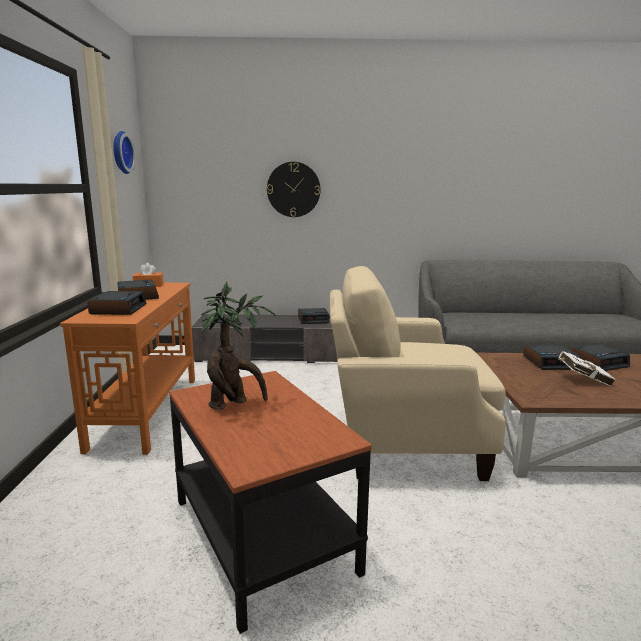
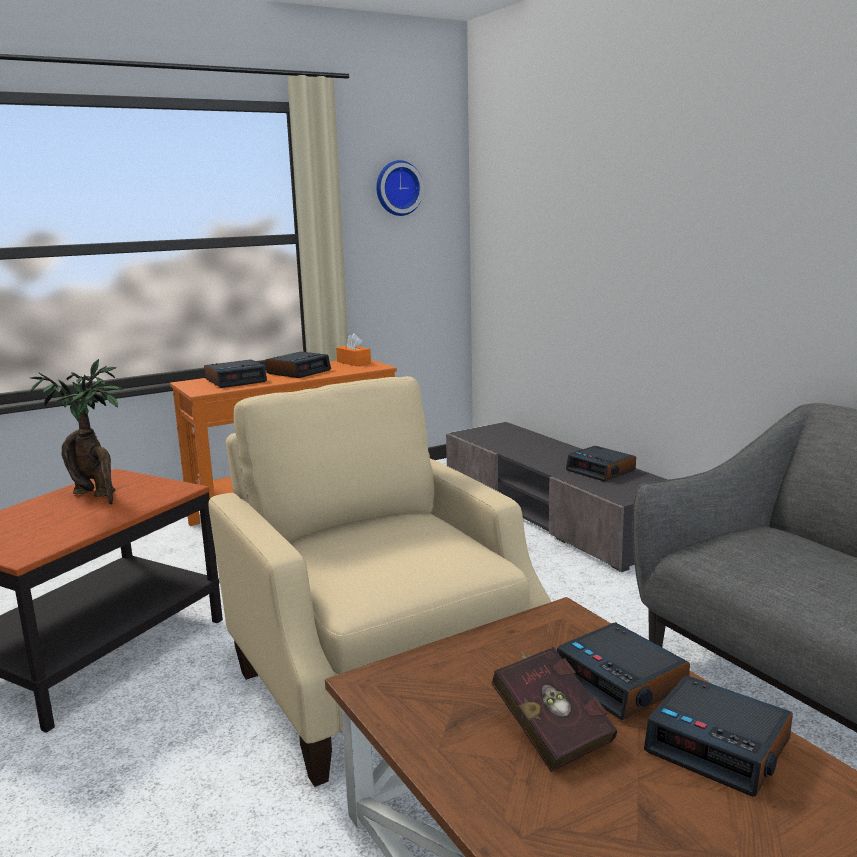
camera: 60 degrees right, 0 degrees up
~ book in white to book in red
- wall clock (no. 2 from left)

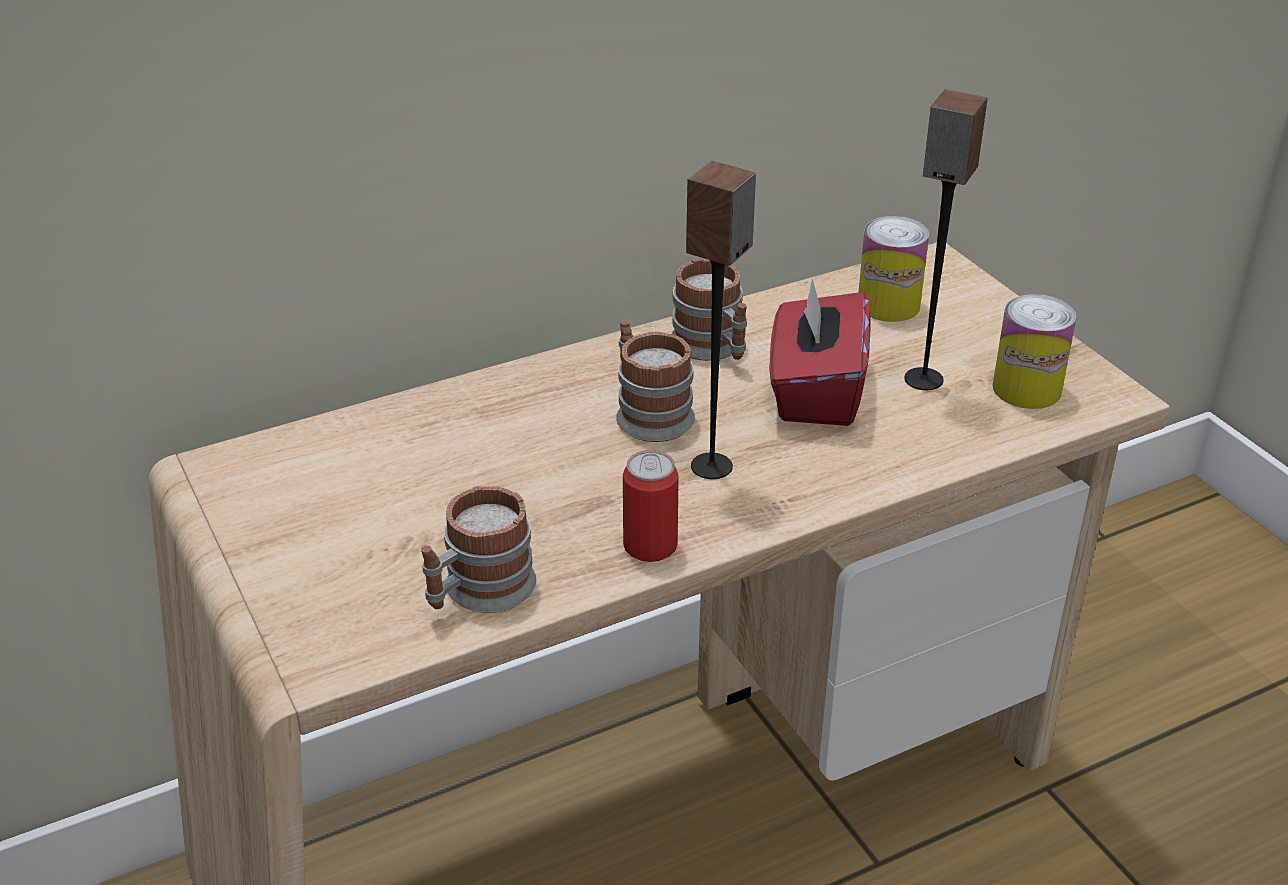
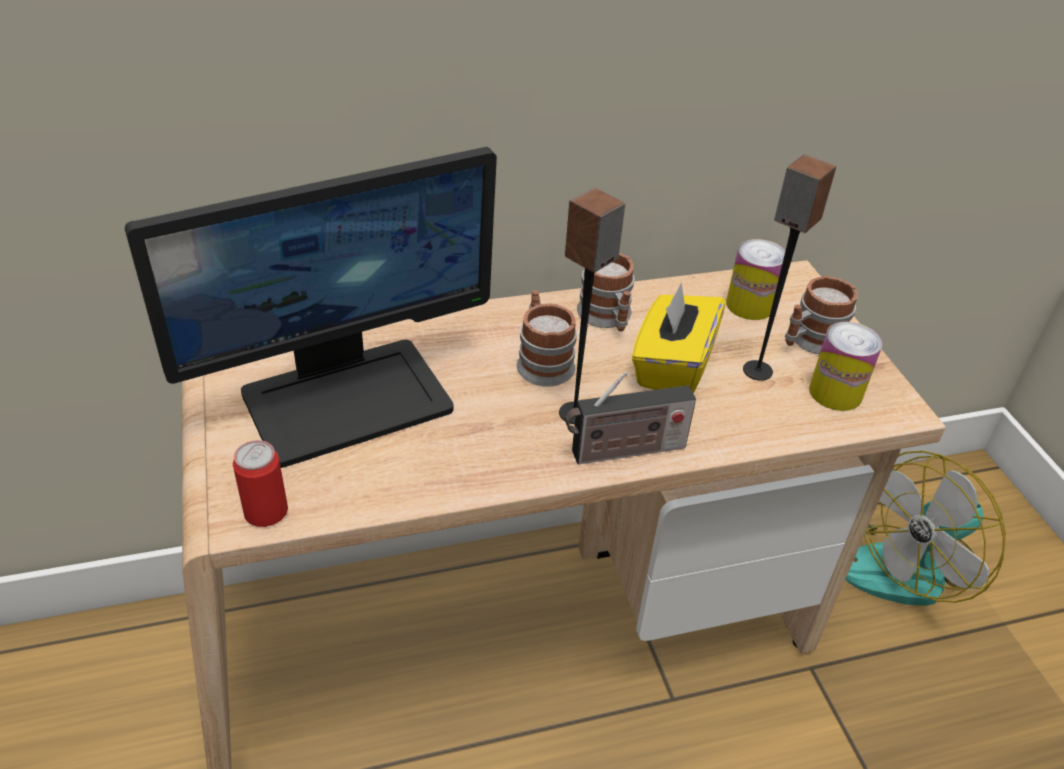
camera: 10 degrees right, 5 degrees up
+ monitor
~ can (no. 1 from left)
+ radio
~ tissue box in red to tissue box in yellow
~ mug (no. 1 from left in the first image) to mug (no. 3 from left)
+ fan

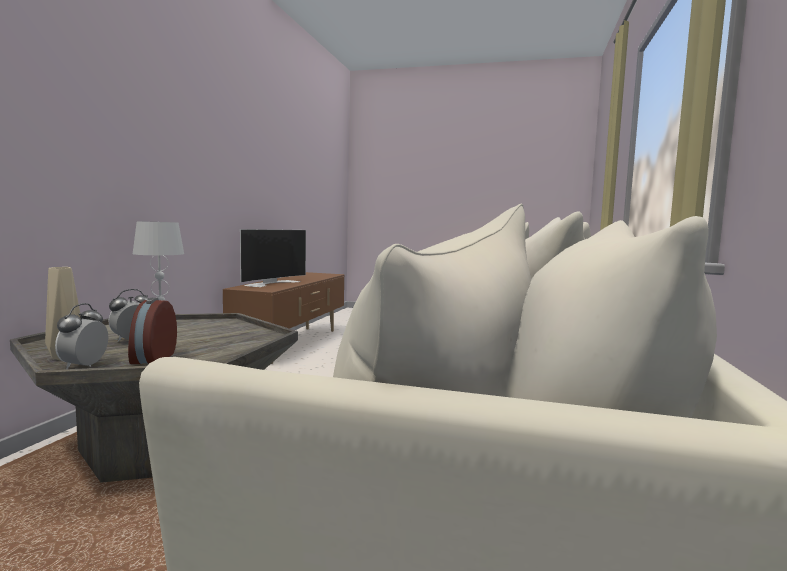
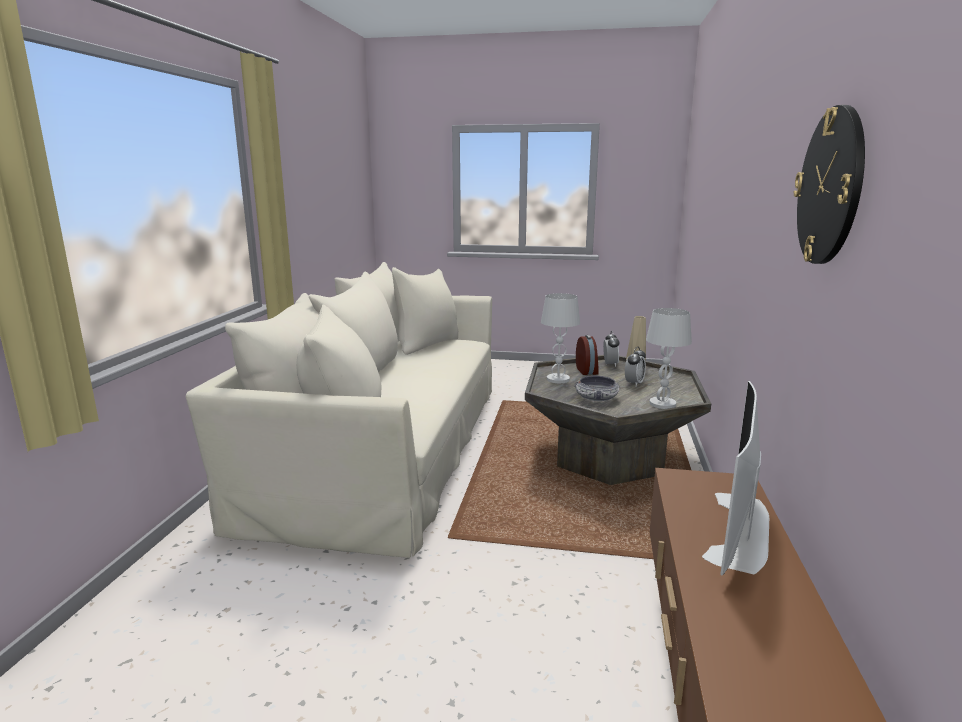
camera: 175 degrees right, 10 degrees up
+ table lamp in white (no. 1 from left)
+ bowl
+ wall clock

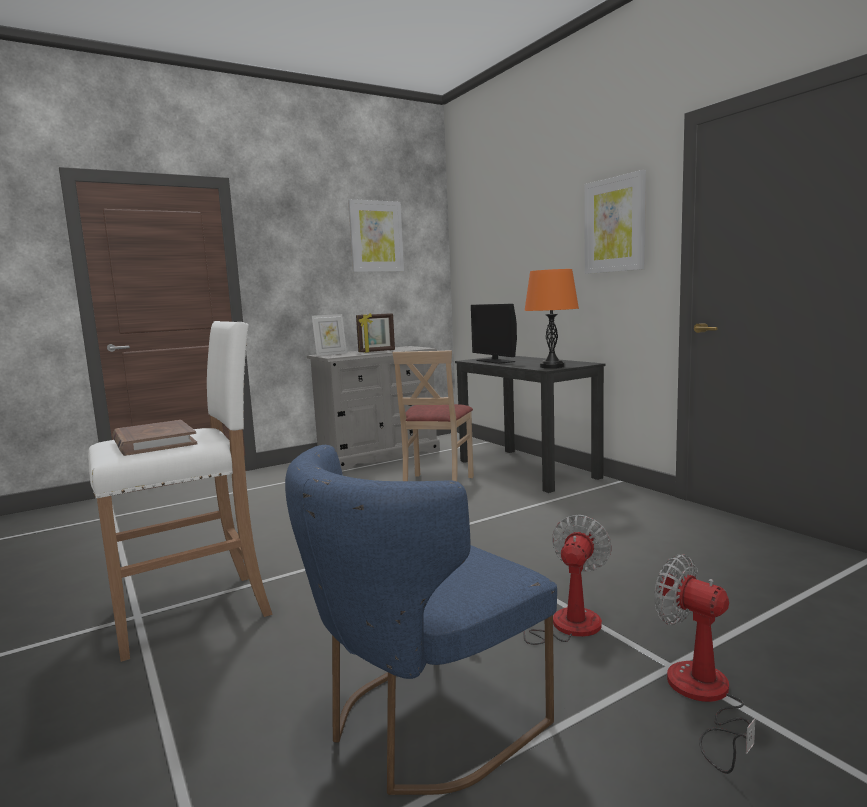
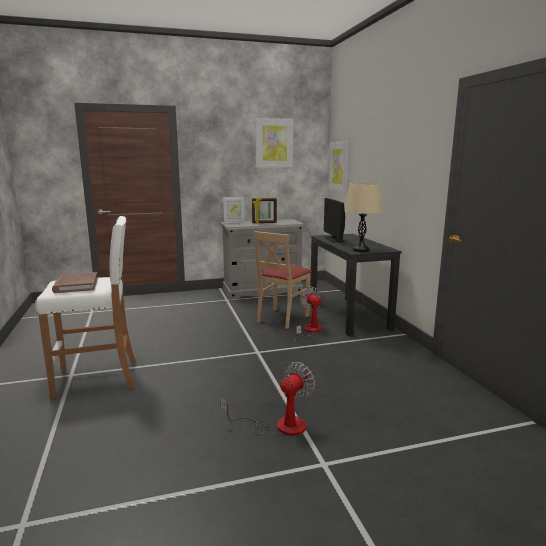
camera: 15 degrees right, 5 degrees up
~ fan (no. 2 from left)
~ picture (no. 2 from left)
~ table lamp in orange to table lamp in beige
- chair in blue

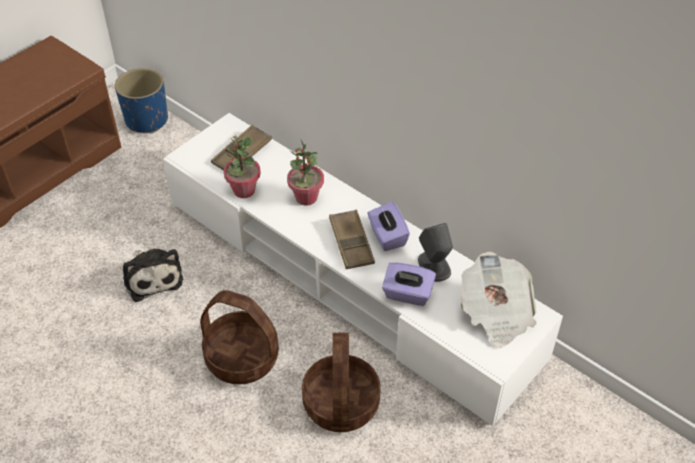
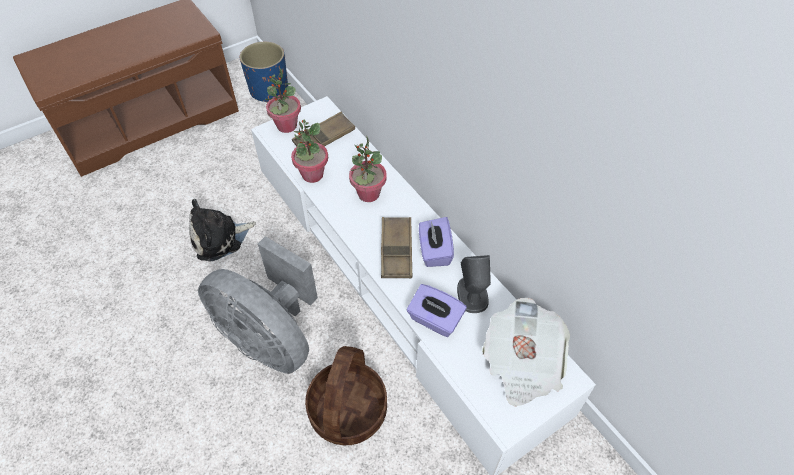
camera: 15 degrees right, 5 degrees up
~ plush toy 75 degrees clockwise
~ basket (no. 1 from left) to fan in grey
+ potted plant (no. 1 from left)

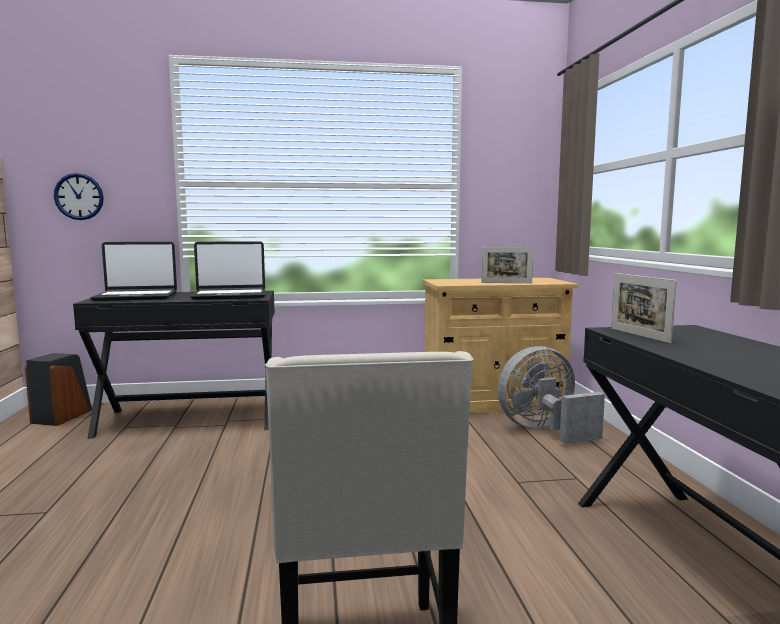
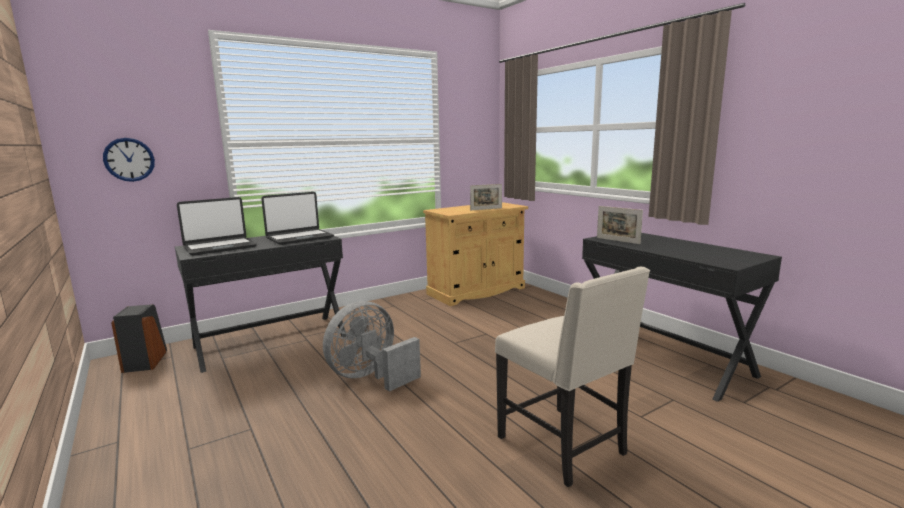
camera: 25 degrees left, 5 degrees up
~ fan in grey

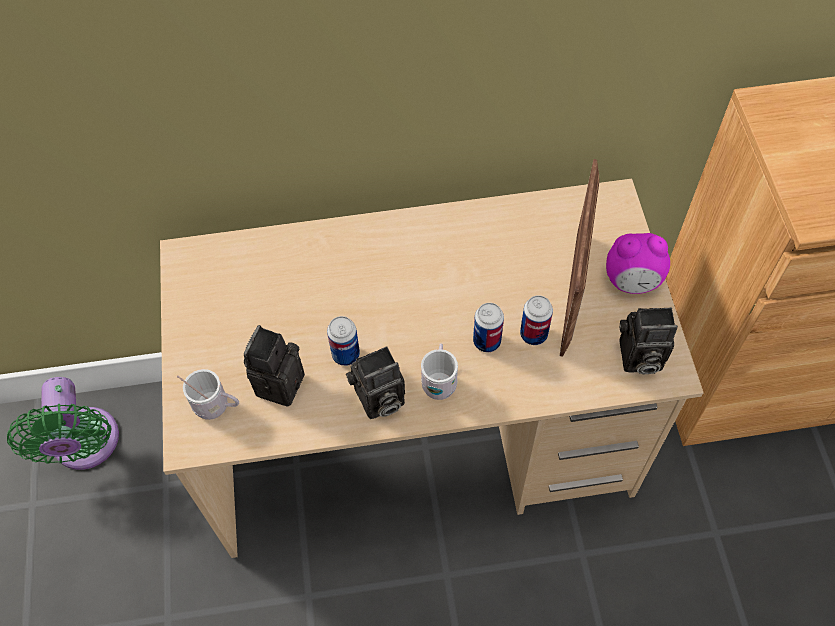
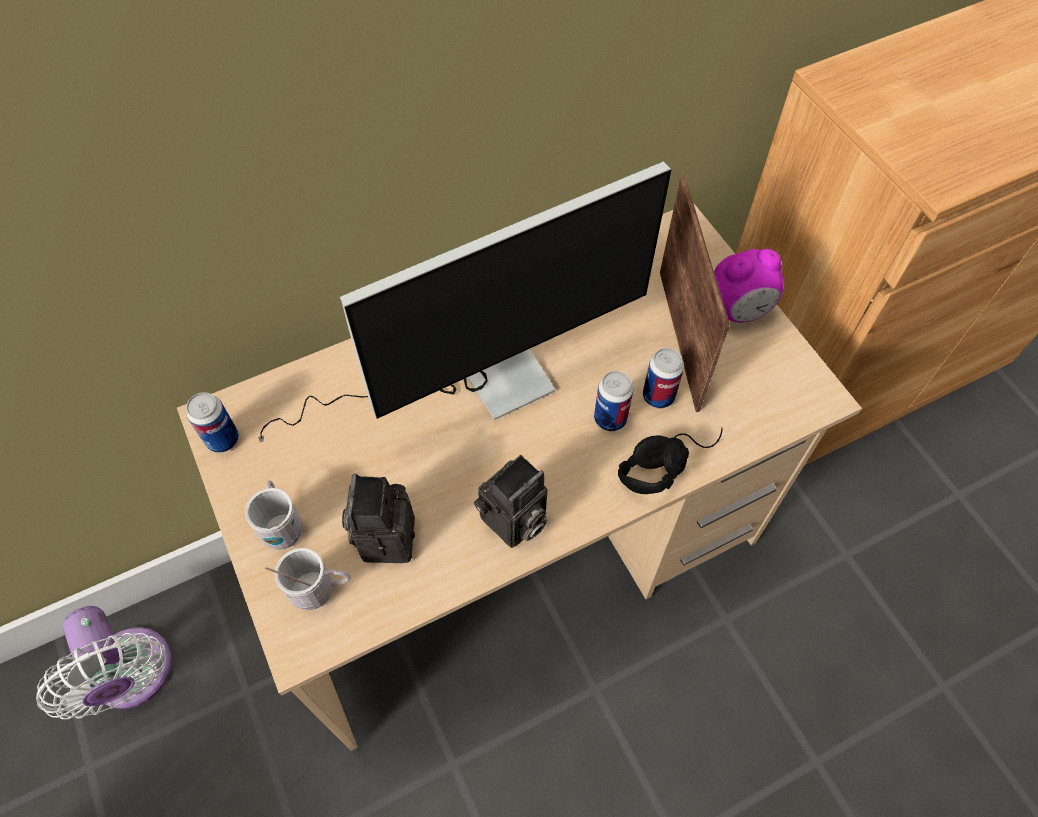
camera: 20 degrees left, 0 degrees up
~ fan in green to fan in white
~ can (no. 1 from left)
~ mug in white (no. 2 from left in the first image) to mug in white (no. 1 from left)
+ monitor
+ headphones in black
- photo camera (no. 3 from left)

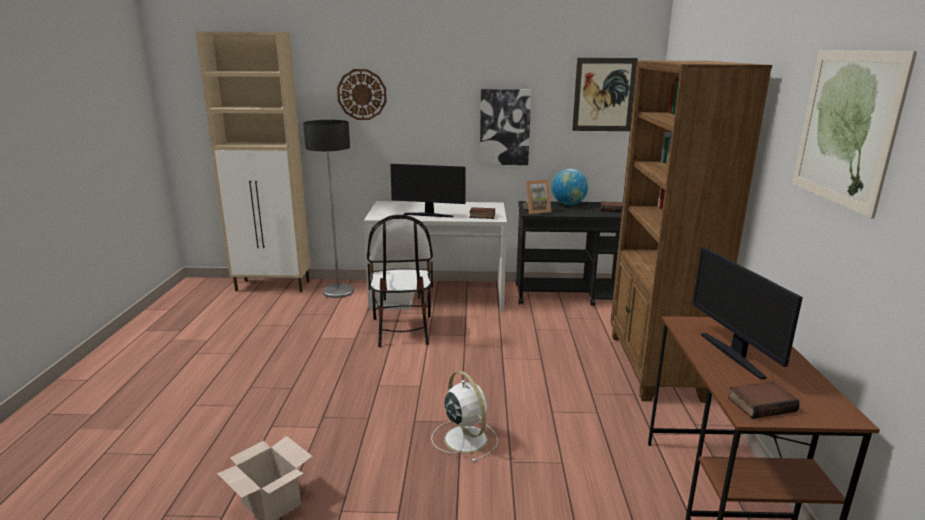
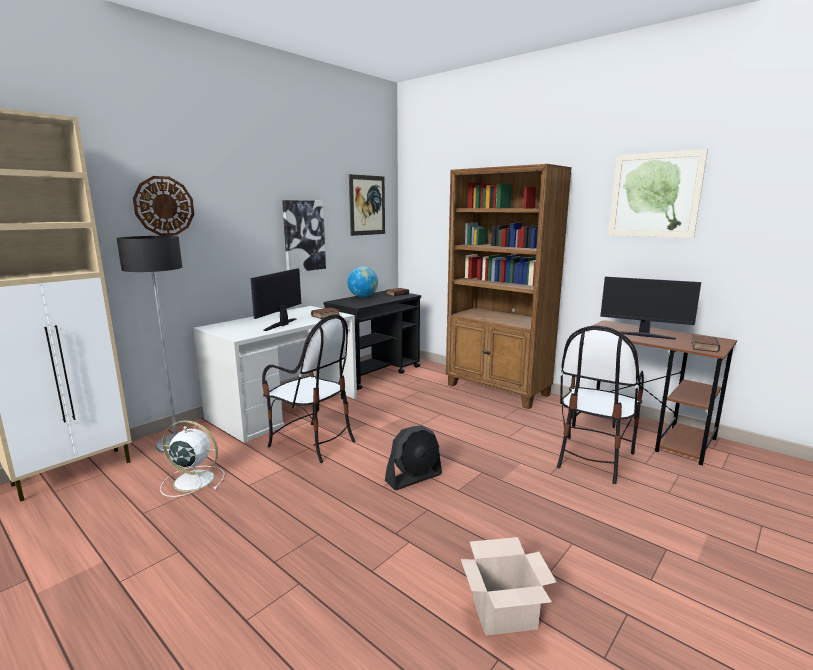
camera: 50 degrees left, 5 degrees down
~ fan in white
~ monitor (no. 1 from left) 150 degrees clockwise
+ fan in black
+ chair (no. 2 from left)
- picture frame

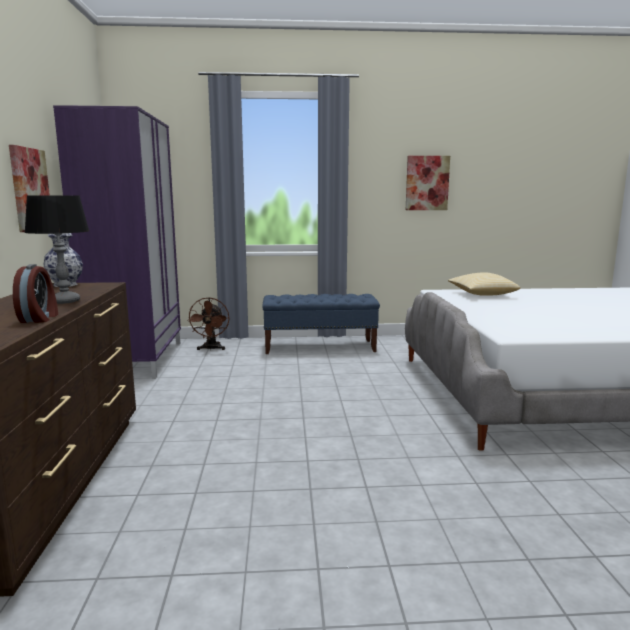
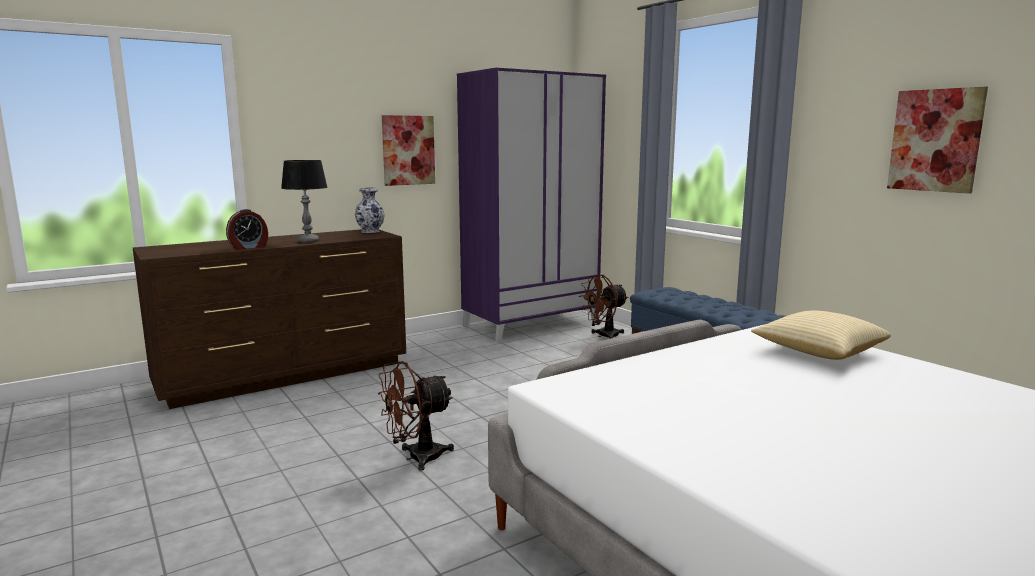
camera: 60 degrees right, 0 degrees up
+ fan in brown (no. 1 from left)

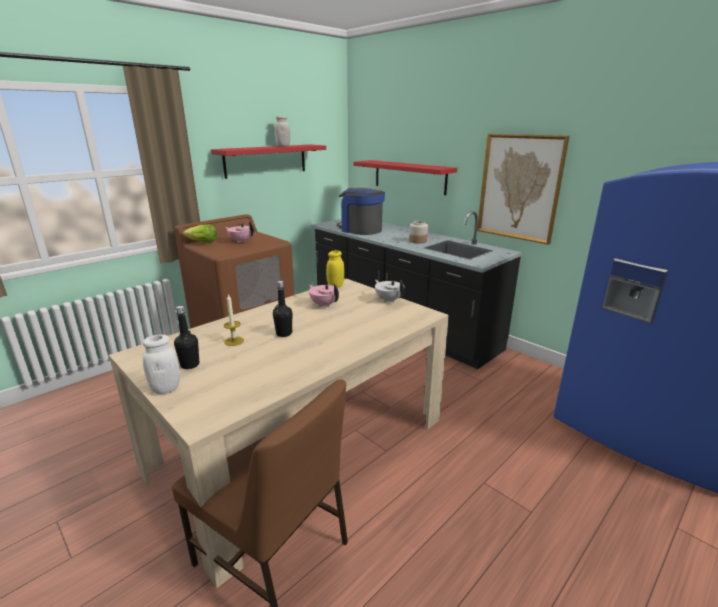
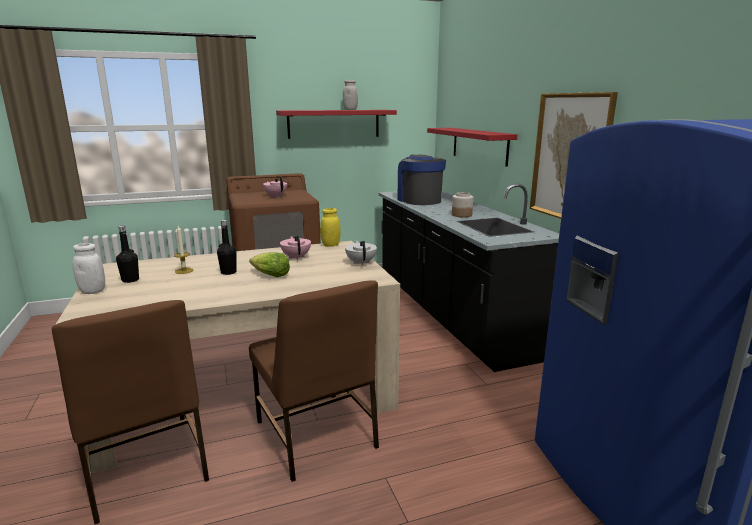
camera: 25 degrees right, 5 degrees down
~ lettuce
+ chair in brown (no. 2 from left)

